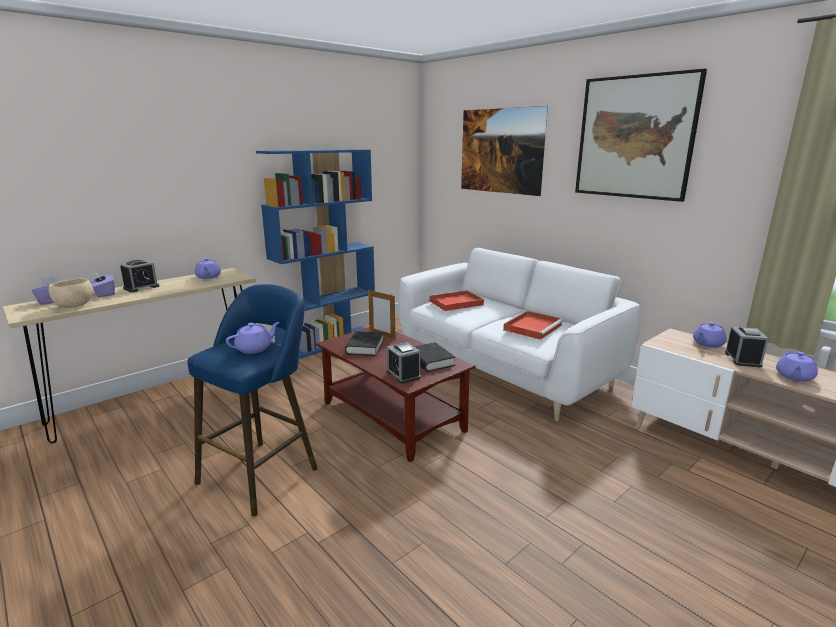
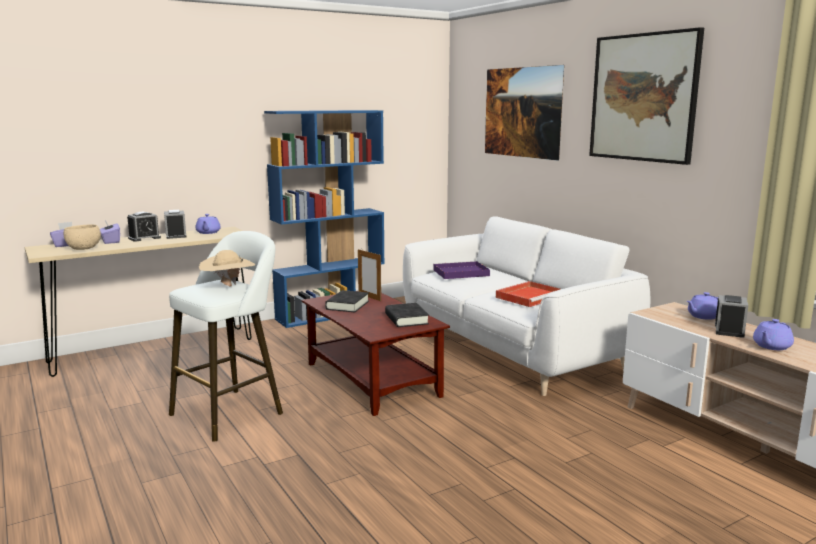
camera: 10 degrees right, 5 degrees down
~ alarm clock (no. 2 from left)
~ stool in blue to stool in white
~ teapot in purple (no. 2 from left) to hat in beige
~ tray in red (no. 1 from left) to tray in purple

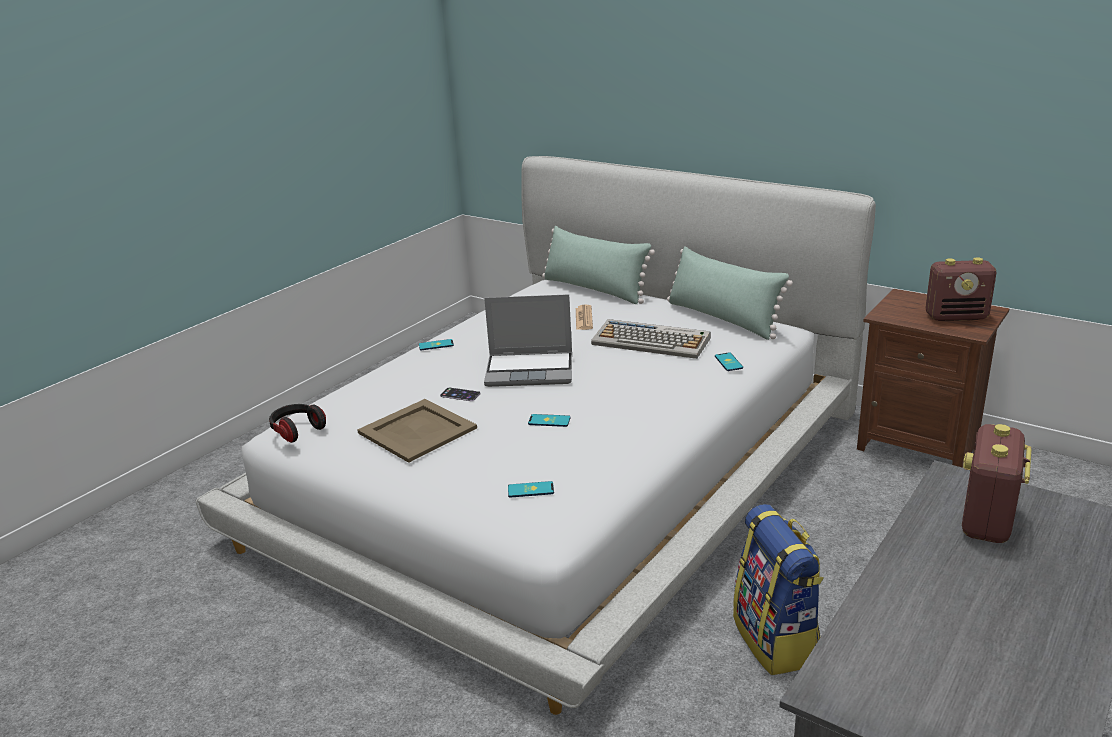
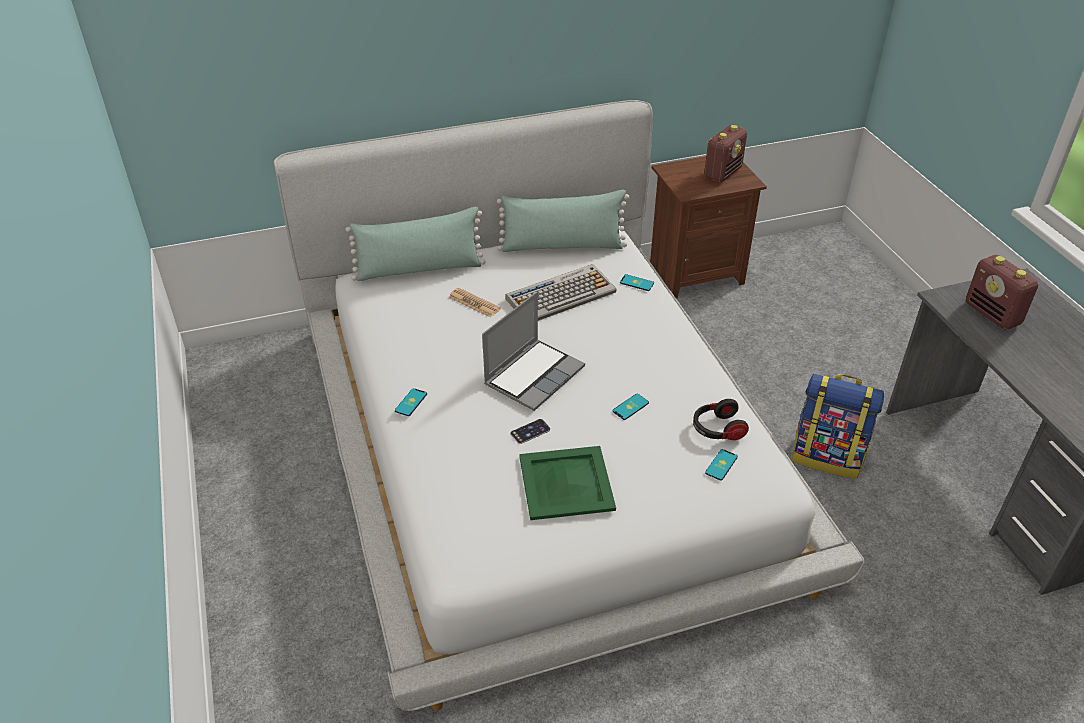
camera: 55 degrees left, 15 degrees up
~ tray in beige to tray in green
~ headphones

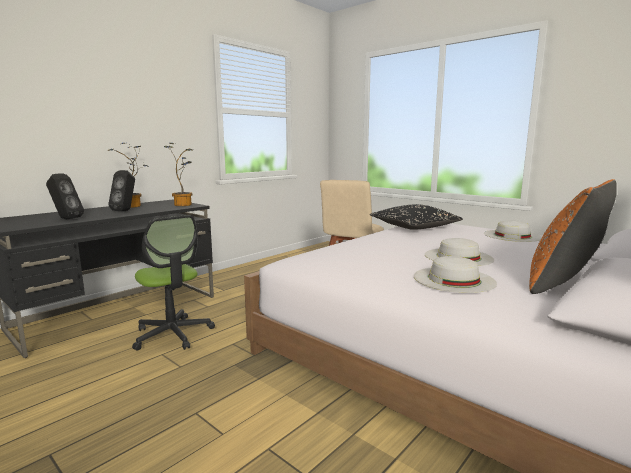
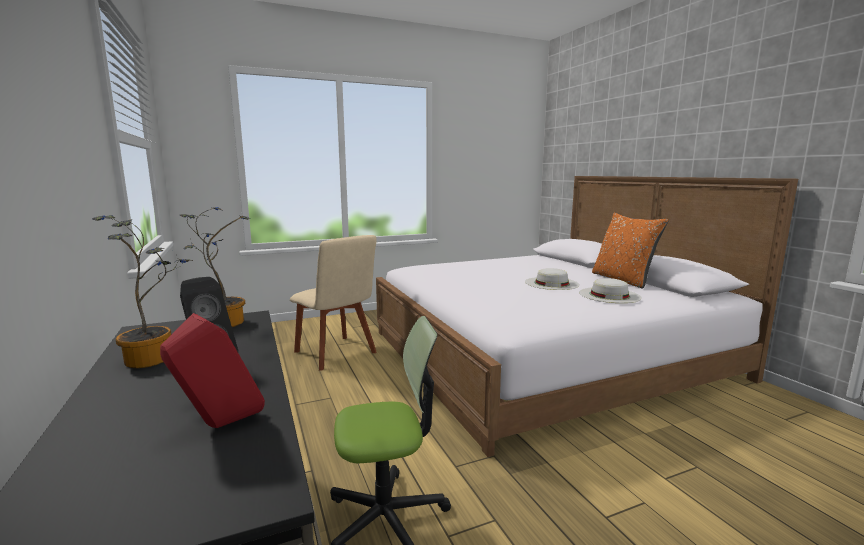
camera: 65 degrees left, 0 degrees up
~ speaker in black (no. 1 from left) to speaker in red
- pillow in black
- hat in white (no. 3 from left)

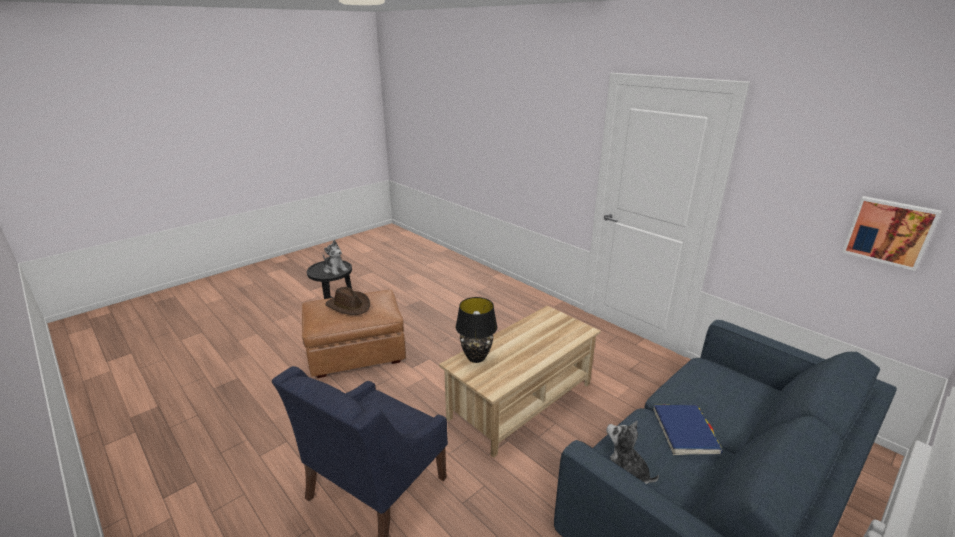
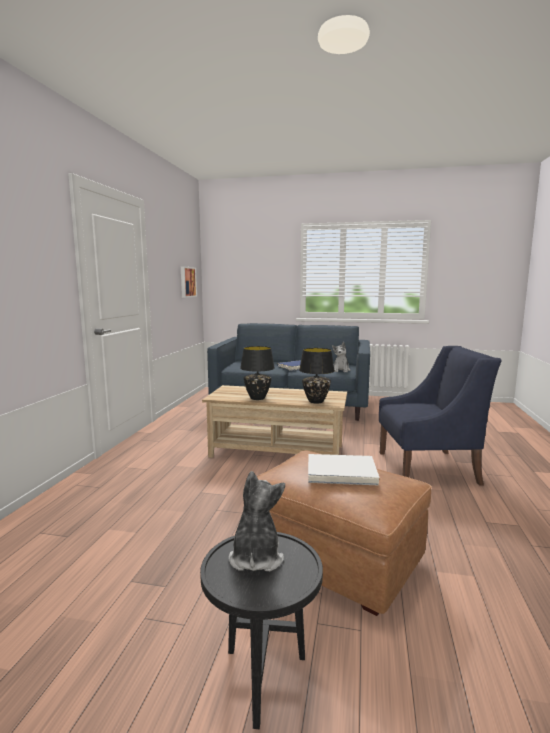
camera: 125 degrees left, 15 degrees down
+ table lamp in black (no. 1 from left)
~ hat in brown to book in white

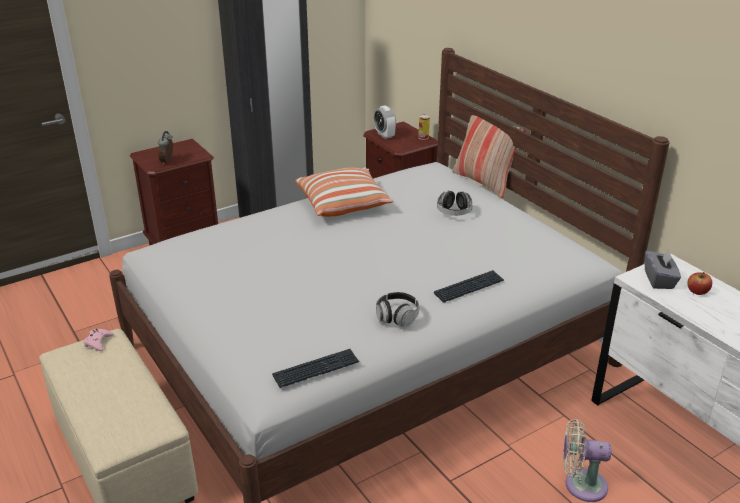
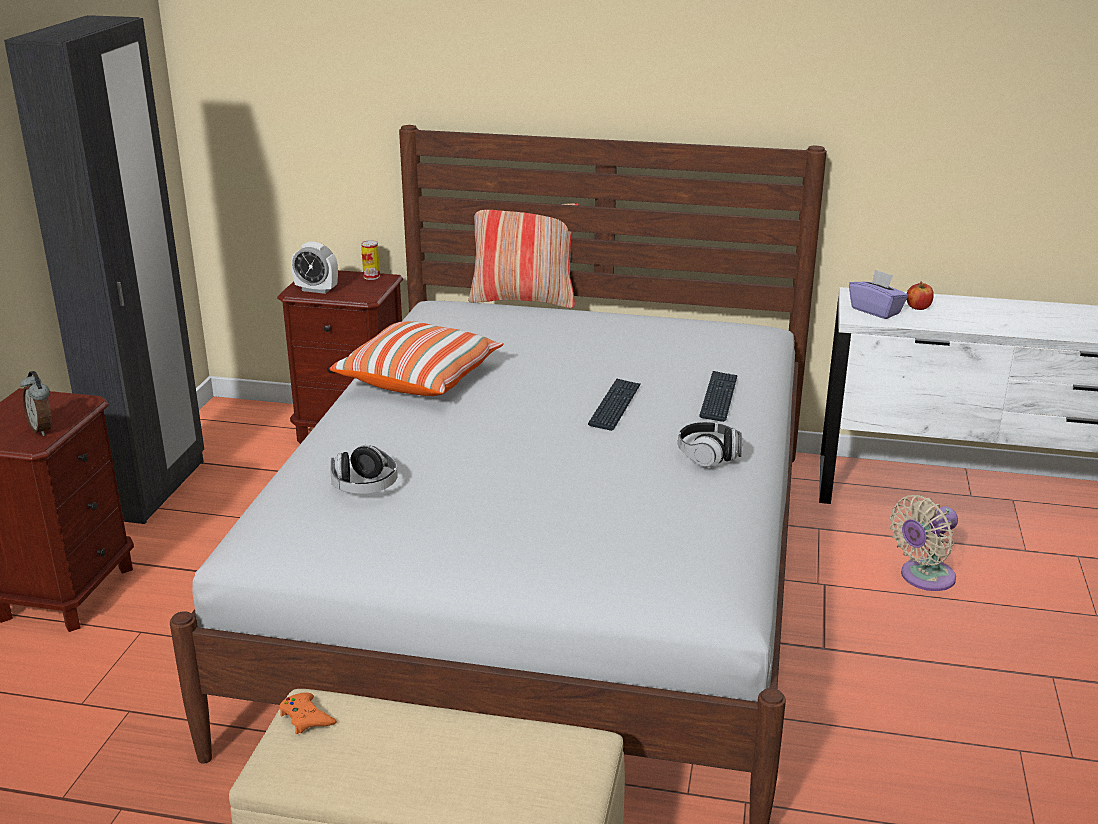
camera: 45 degrees left, 5 degrees down
~ game controller in pink to game controller in orange
~ headphones (no. 2 from left in the first image) to headphones (no. 1 from left)
~ keyboard (no. 1 from left)
~ tissue box in grey to tissue box in purple

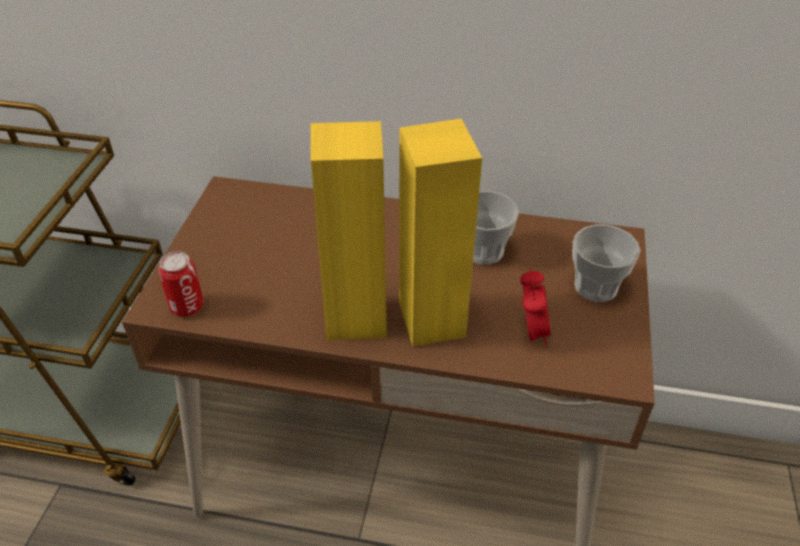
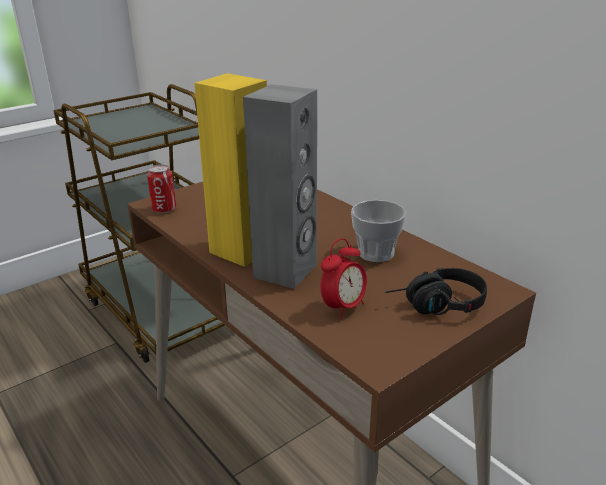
camera: 40 degrees right, 15 degrees down
~ speaker in yellow (no. 2 from left) to speaker in grey
~ cup (no. 2 from left) to headphones in black

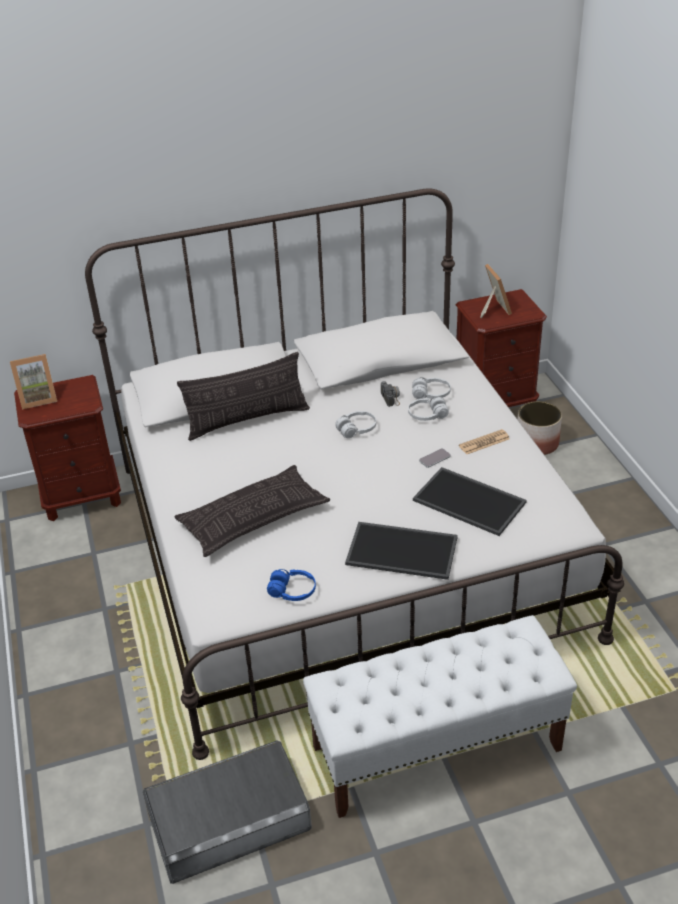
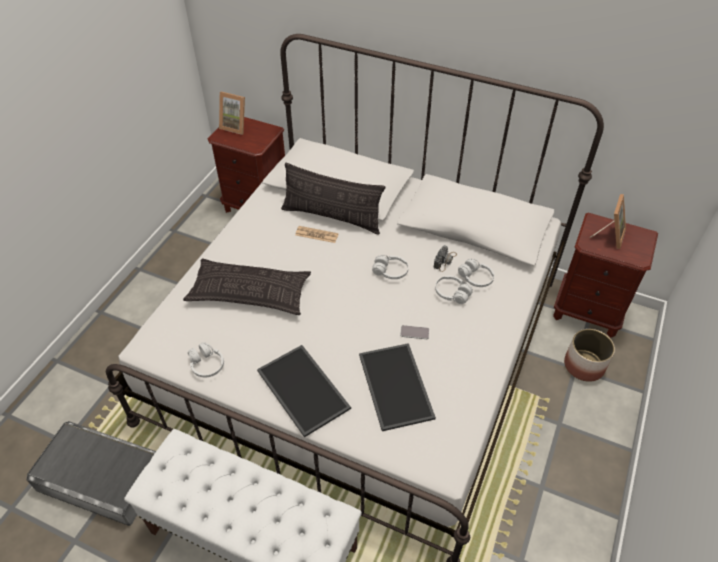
camera: 40 degrees right, 10 degrees up
~ headphones in blue to headphones in white (no. 1 from left)
~ newspaper

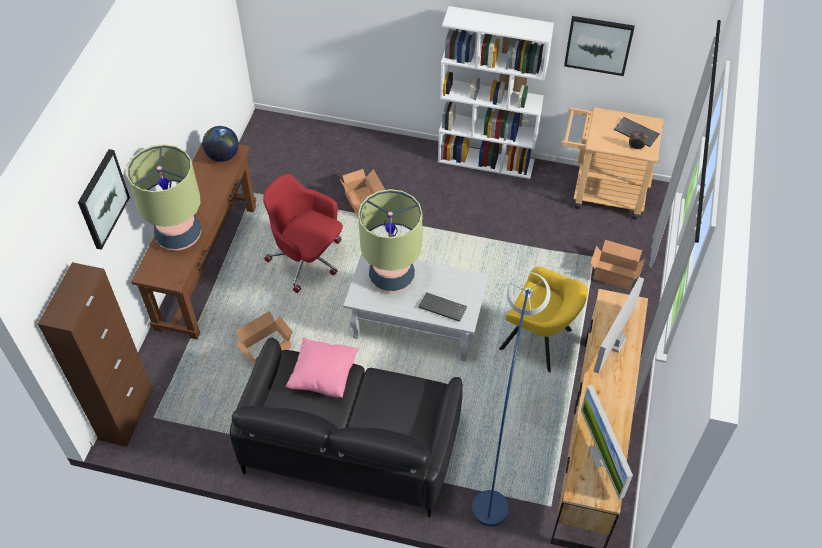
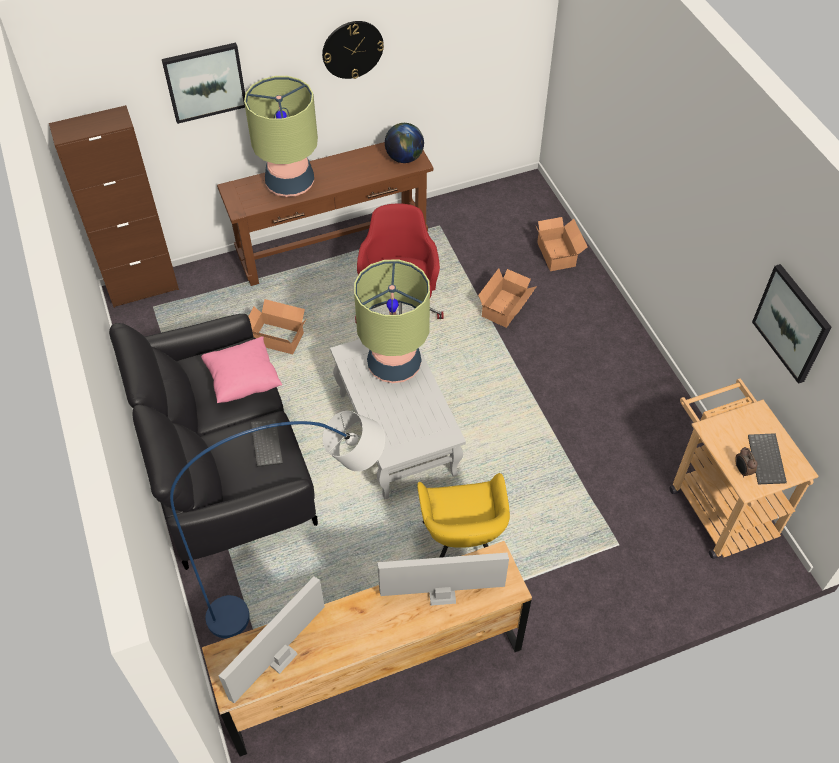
camera: 55 degrees right, 0 degrees up
~ keyboard (no. 1 from left)
+ wall clock
~ cardboard box (no. 3 from left)
- bookcase in white

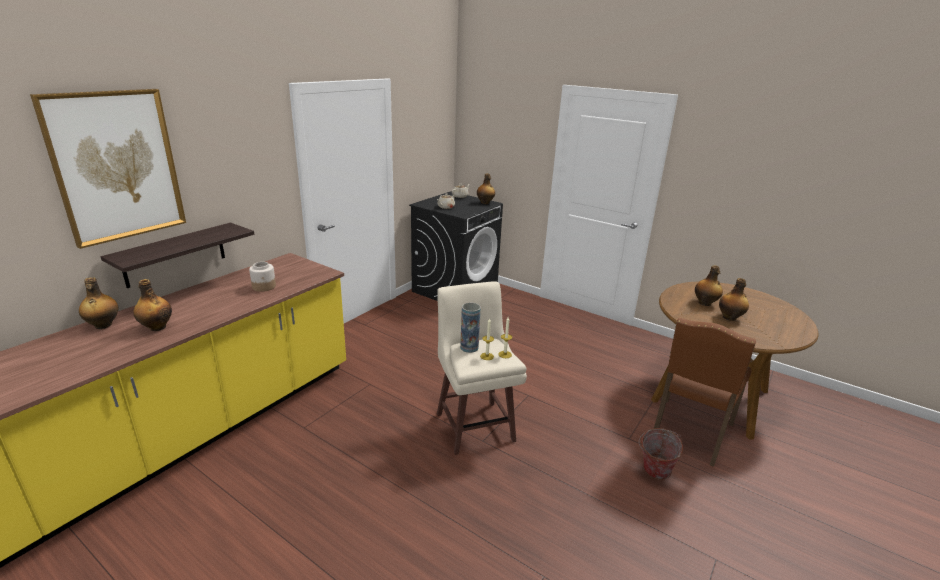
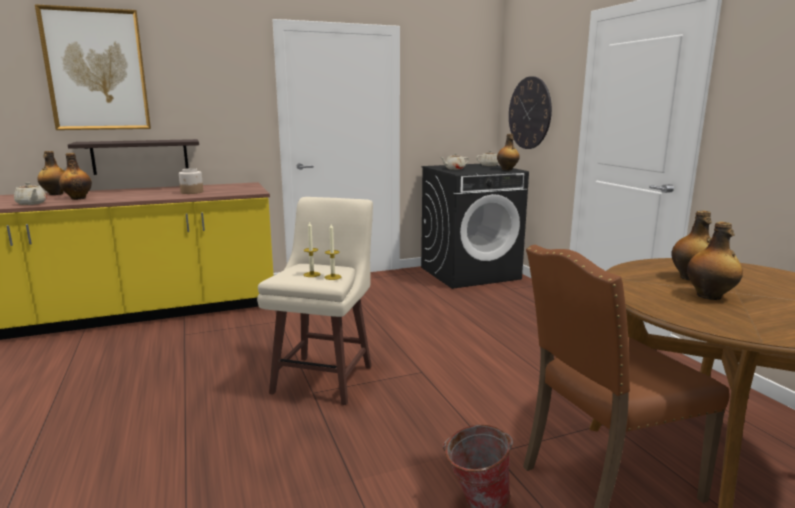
camera: 35 degrees right, 10 degrees down
+ teapot in beige (no. 1 from left)
+ wall clock
- vase

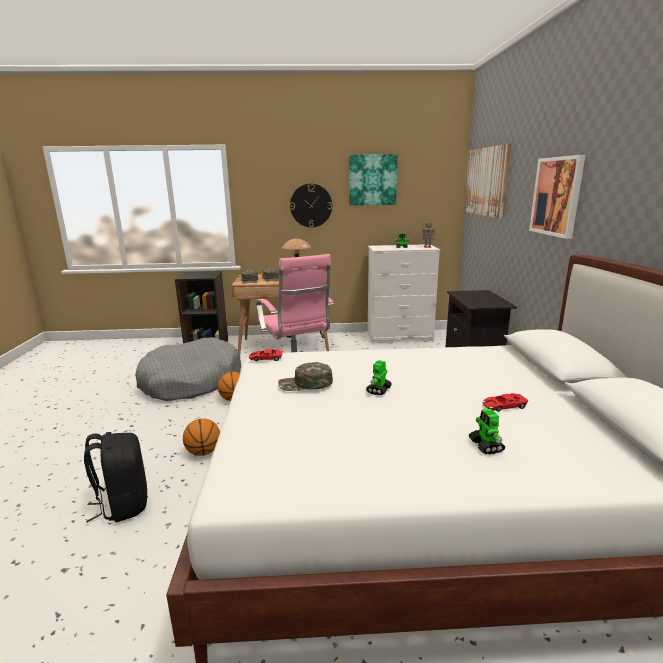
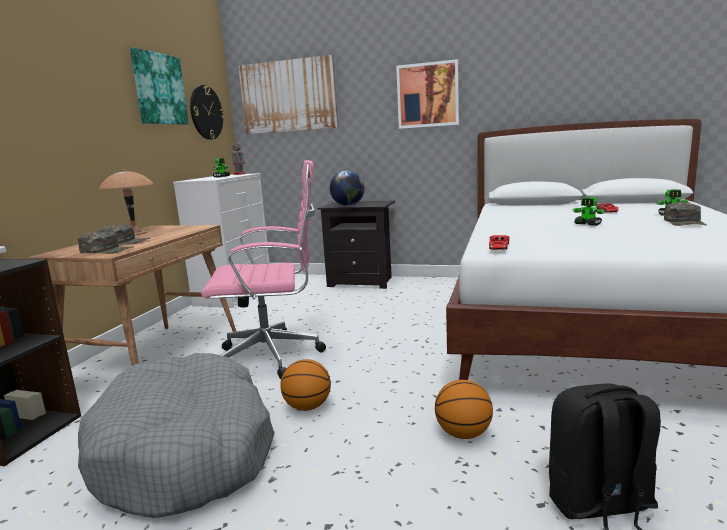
camera: 70 degrees left, 5 degrees down
~ wall clock
+ globe
~ cap in green (no. 3 from left)

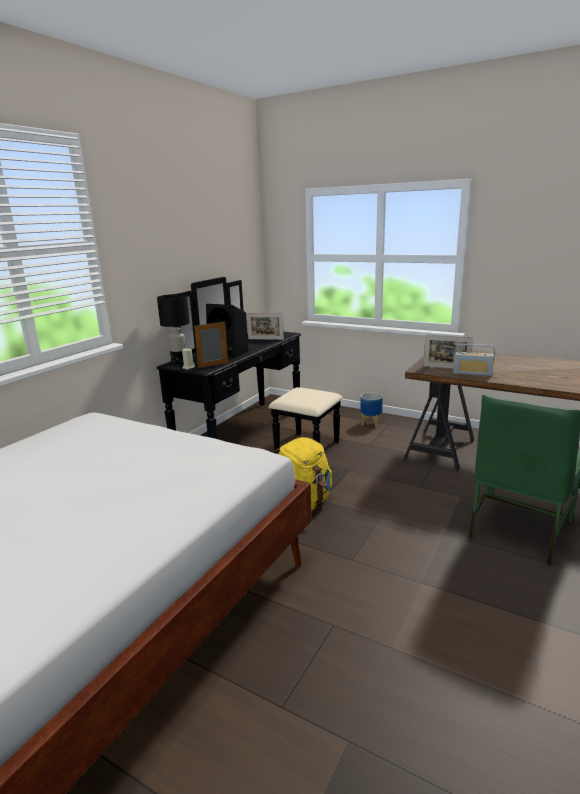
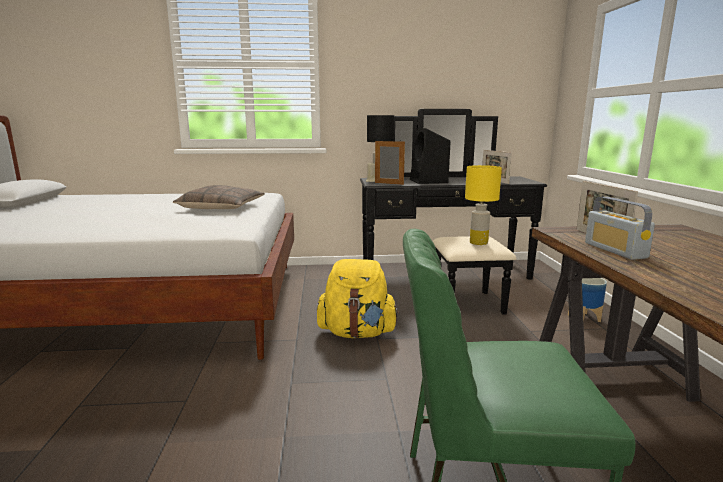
camera: 55 degrees right, 5 degrees down
+ pillow
+ table lamp in yellow

